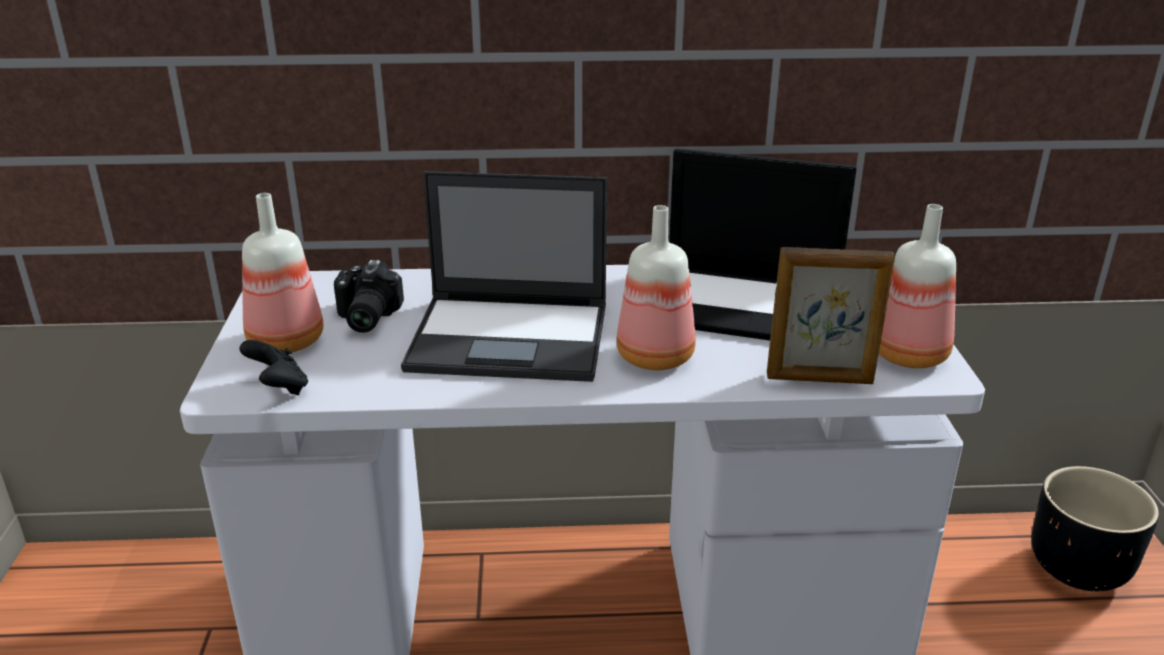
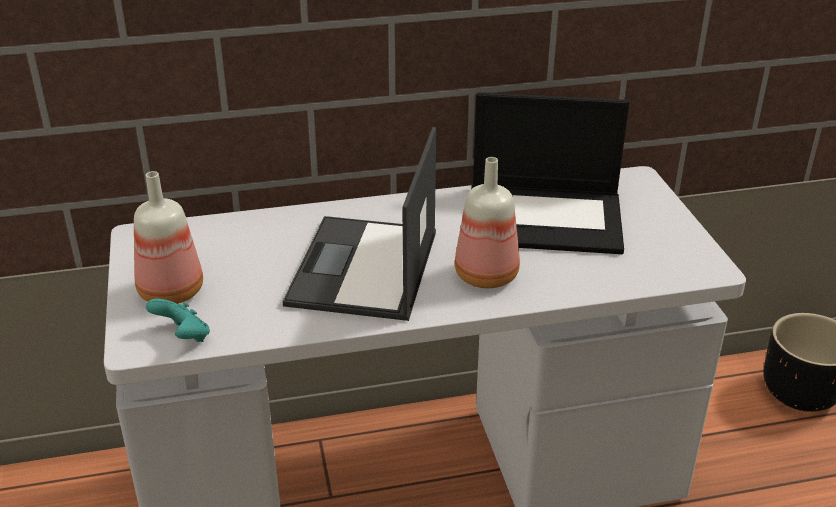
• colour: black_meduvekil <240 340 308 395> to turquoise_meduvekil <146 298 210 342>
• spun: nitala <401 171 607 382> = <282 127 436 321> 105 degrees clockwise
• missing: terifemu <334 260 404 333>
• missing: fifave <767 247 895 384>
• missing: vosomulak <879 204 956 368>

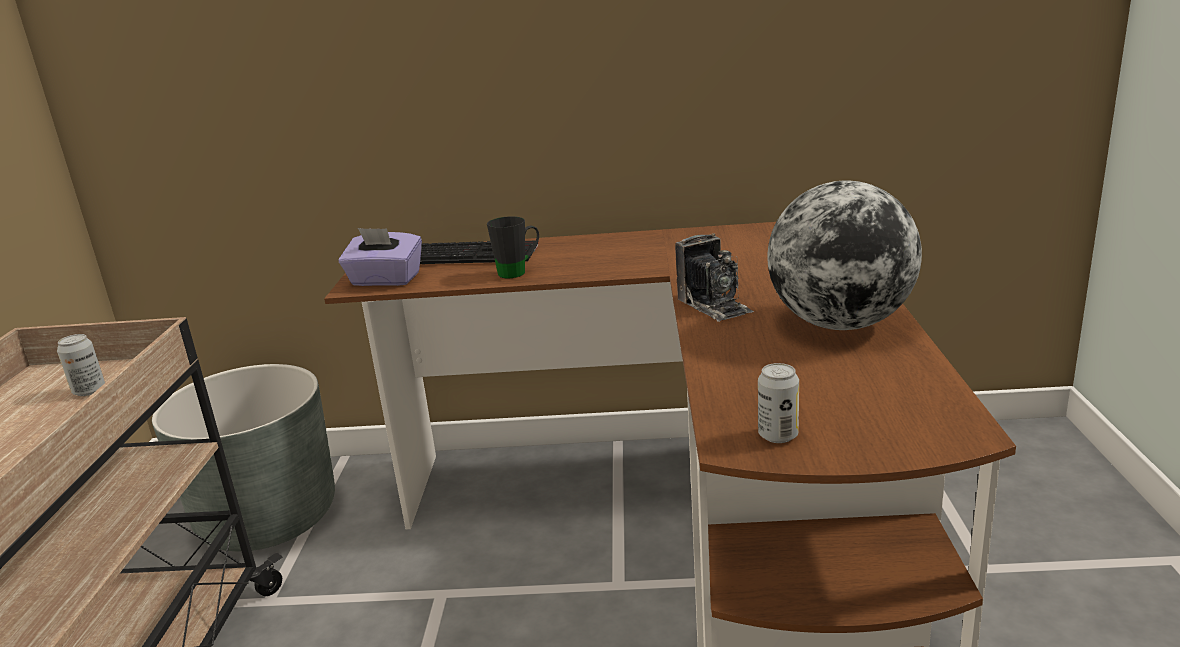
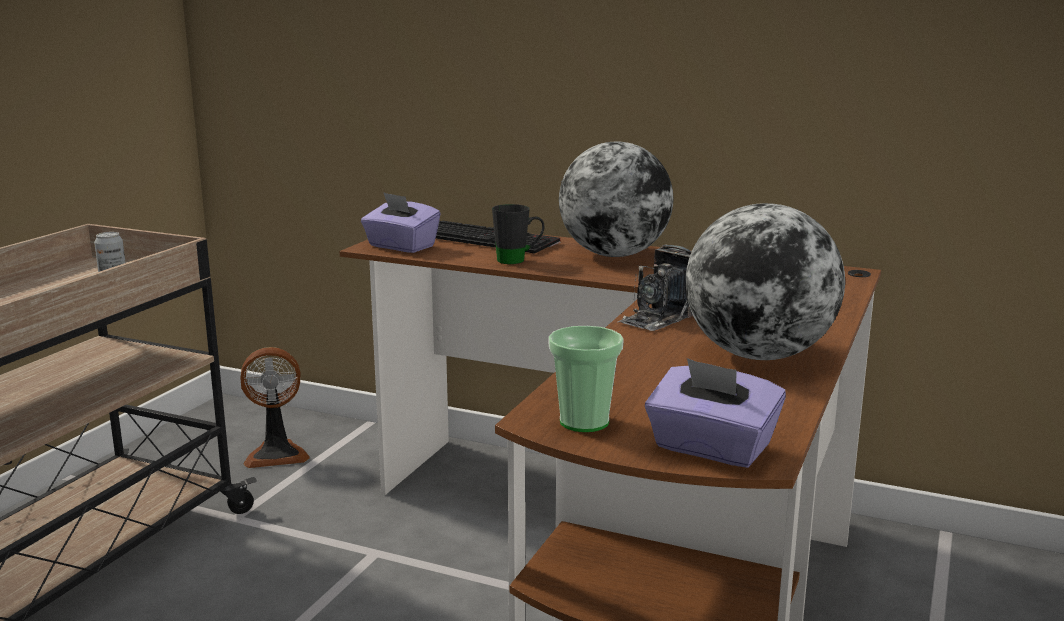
• exchanged: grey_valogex <152 364 335 551> to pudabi <240 347 310 468>
• exchanged: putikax <758 363 799 443> to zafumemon <548 326 624 432>
• appeared: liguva <559 142 673 257>
• spun: terifemu <675 233 754 322> = <618 244 693 331> 45 degrees clockwise
• appeared: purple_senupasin <645 358 786 468>

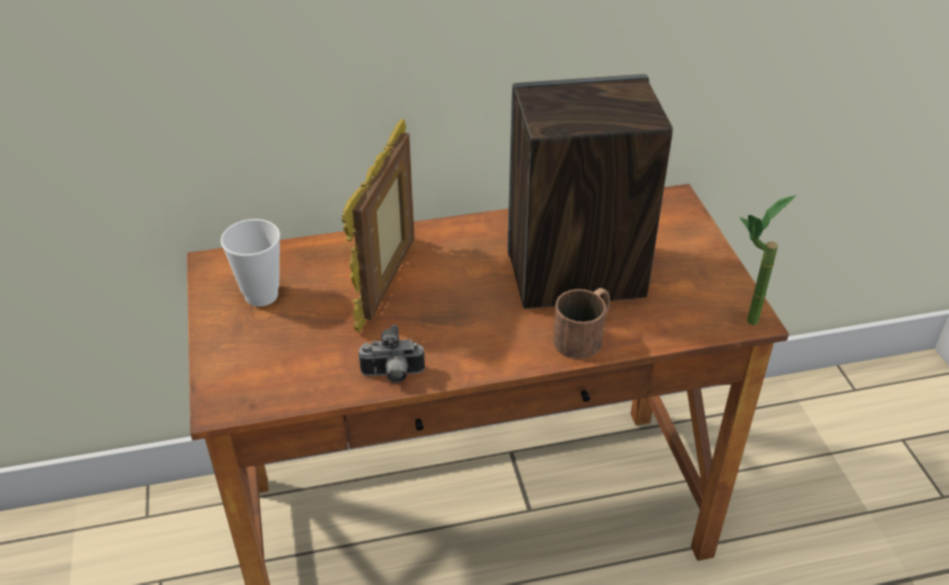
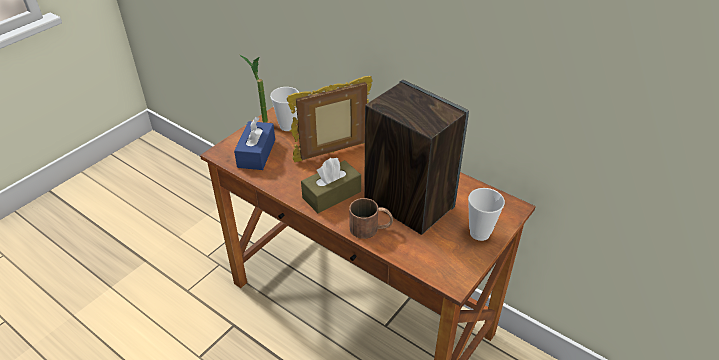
• appeared: blue_senupasin <234 117 275 170>
• relocated: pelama <740 195 796 325> to <240 55 268 123>
• appeared: brown_senupasin <301 158 361 213>
• appeared: zafumemon <468 188 505 241>
• missing: terifemu <358 325 425 383>

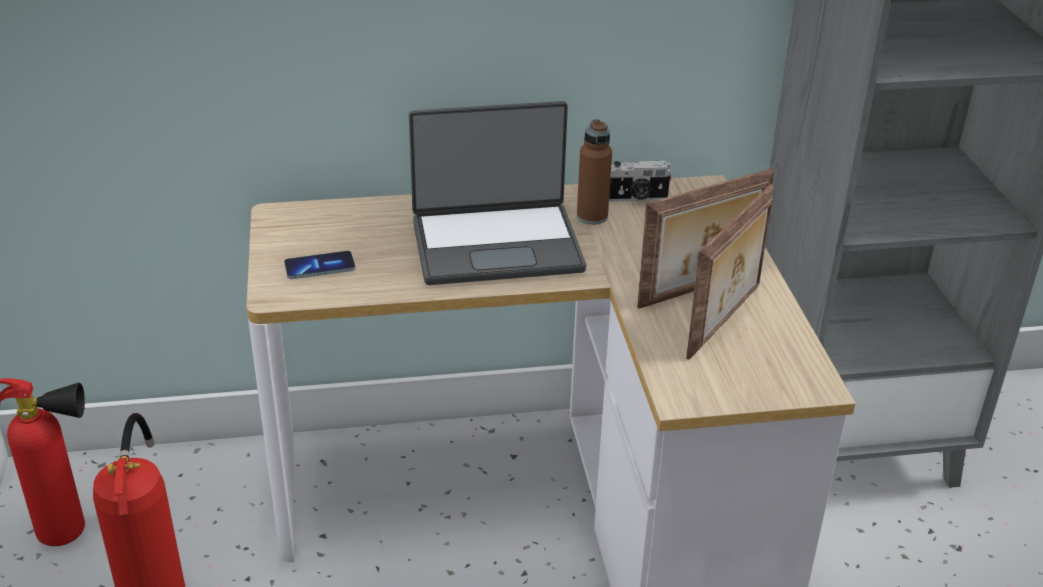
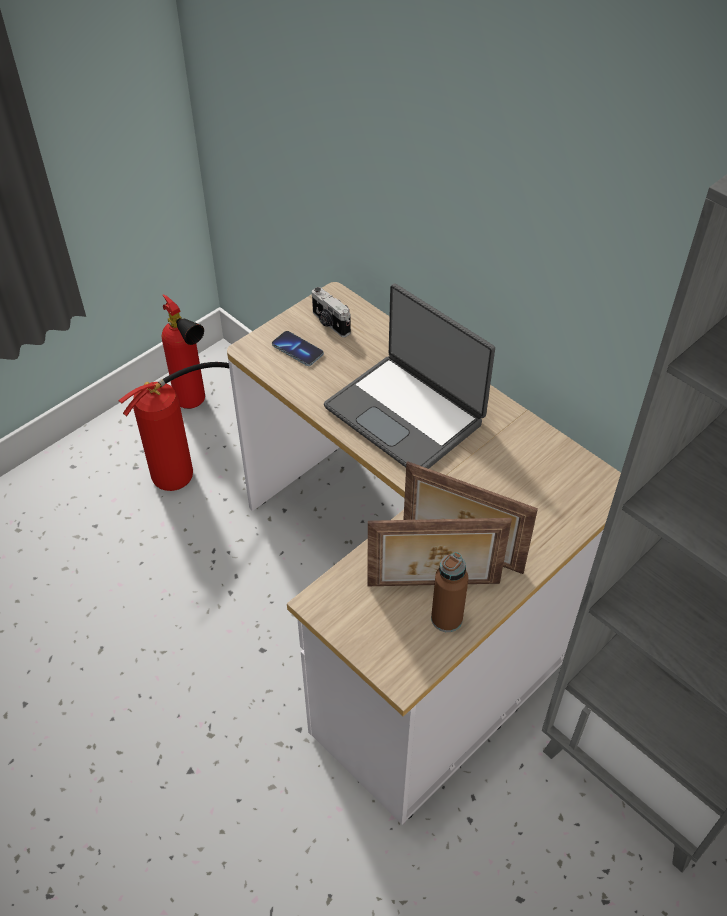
• relocated: terifemu <609 161 672 202> to <312 287 351 337>
• relocated: brown_vosomulak <577 119 612 225> to <431 552 469 632>

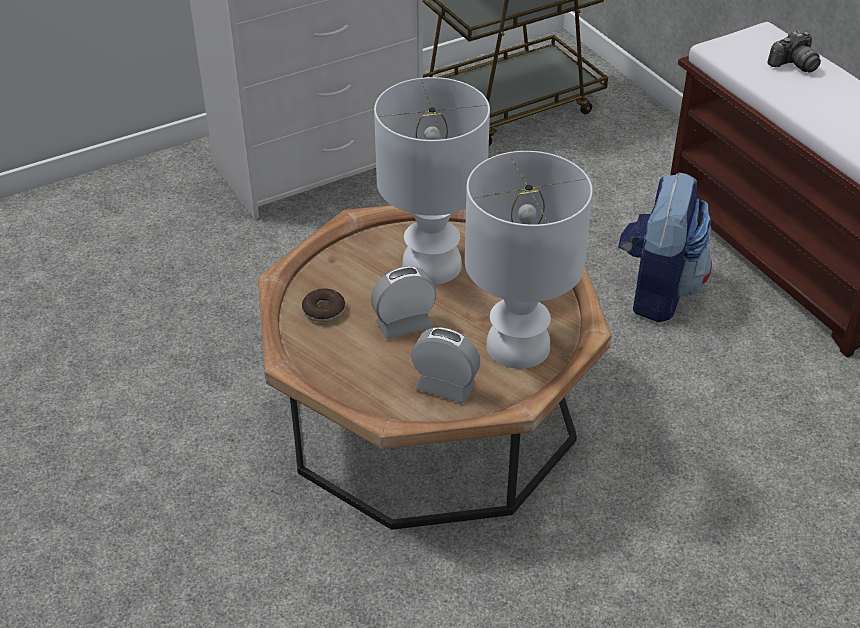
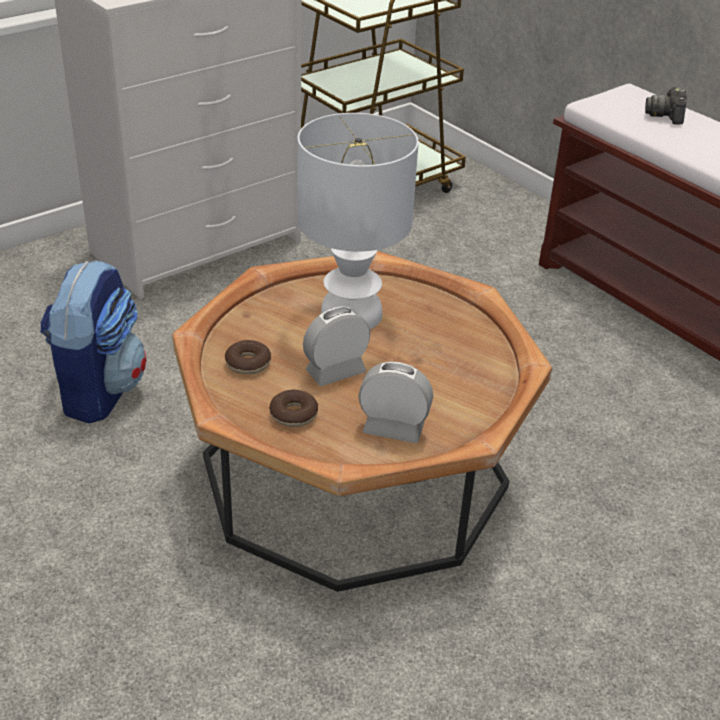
• relocated: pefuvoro <618 172 712 323> to <40 260 147 424>
• appeared: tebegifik <269 389 318 427>
• spun: terifemu <767 30 821 73> = <645 87 687 124> 135 degrees clockwise
• missing: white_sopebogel <465 151 593 369>

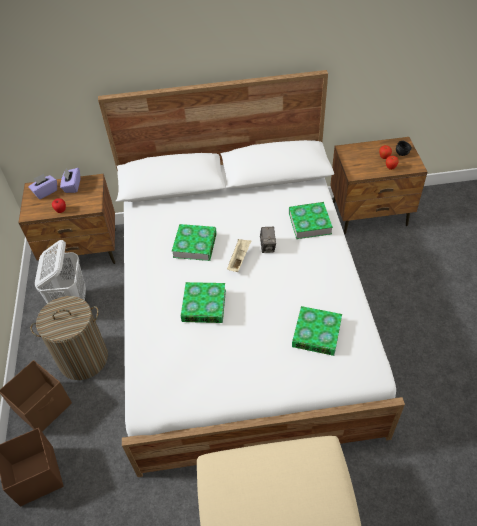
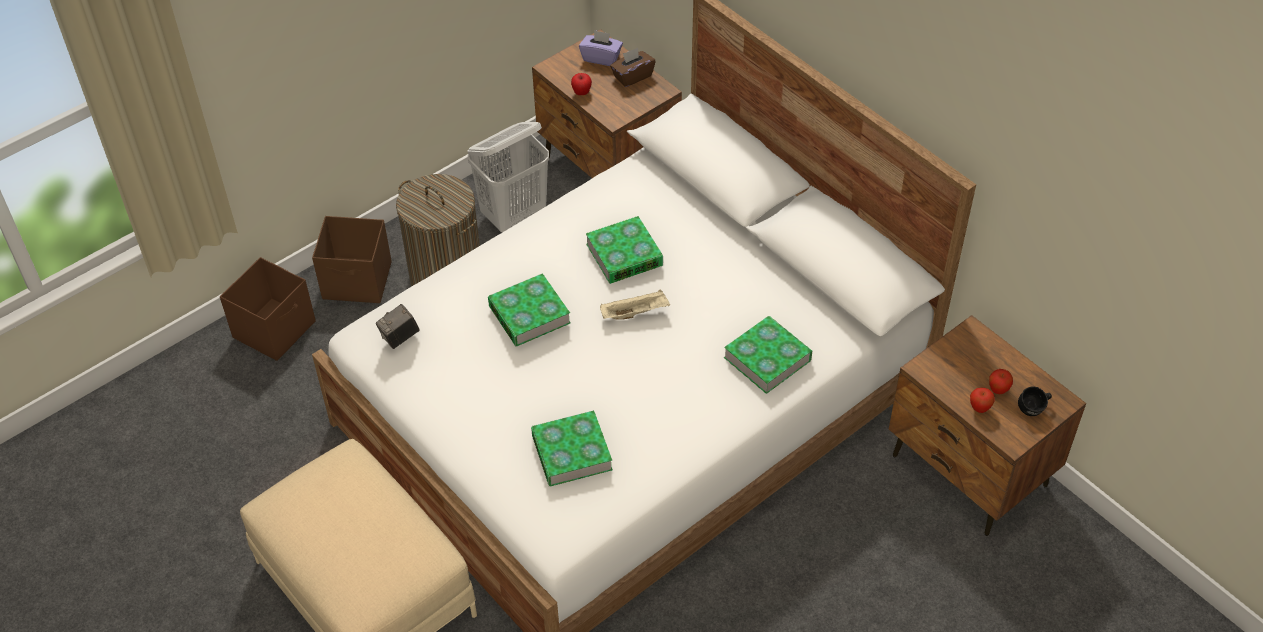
• relocated: terifemu <260 227 276 253> to <376 304 420 349>
• colour: purple_senupasin <60 168 81 193> to brown_senupasin <610 48 656 87>

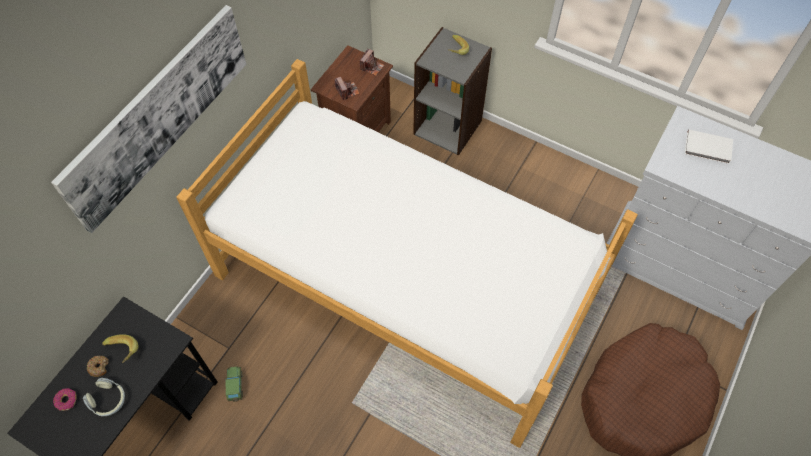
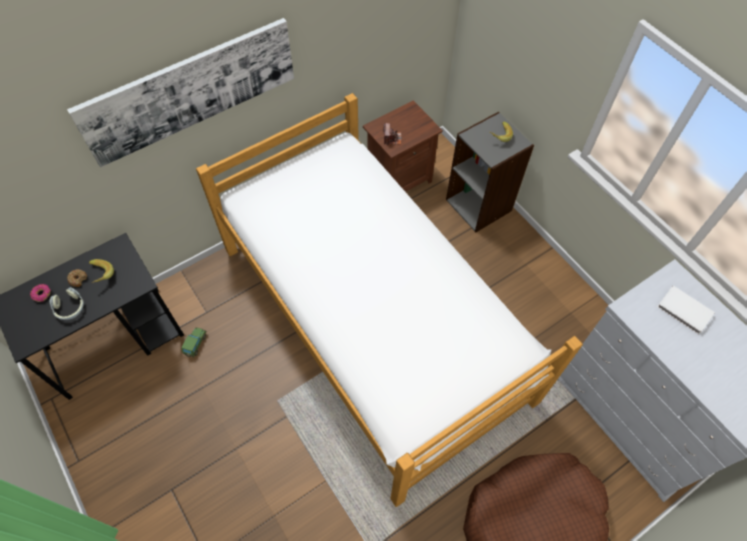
• missing: terifemu <360 49 384 76>

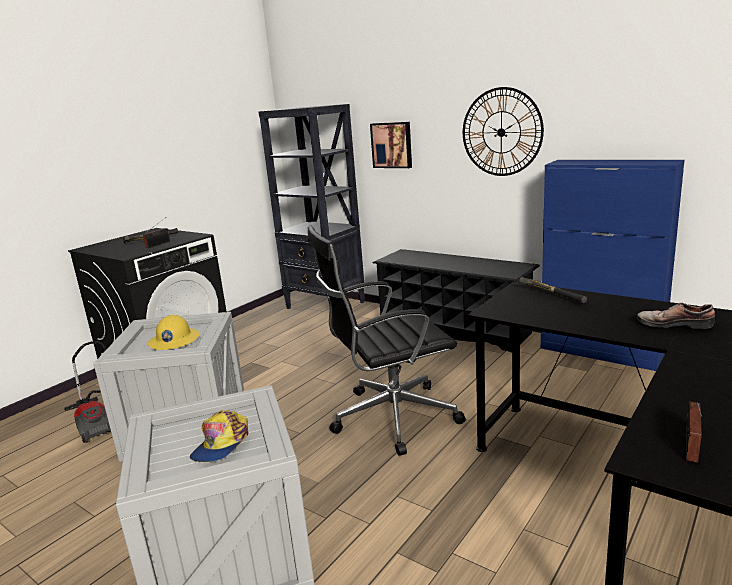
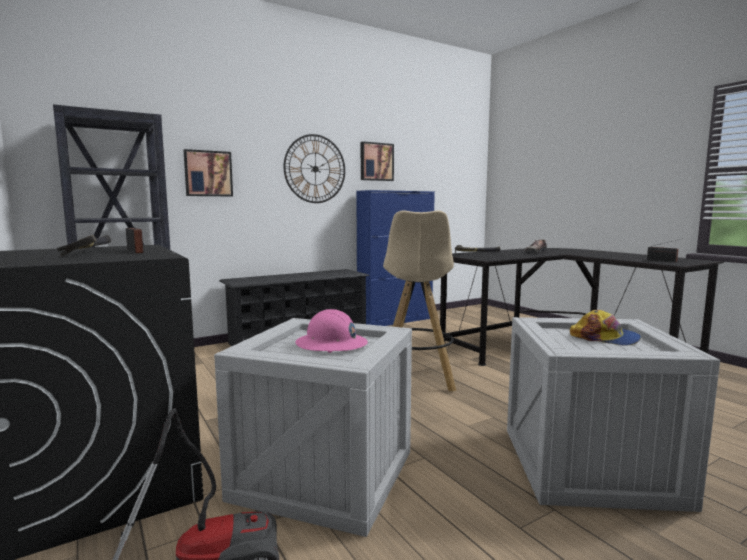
• colour: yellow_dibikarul <148 315 199 350> to pink_dibikarul <295 309 368 353>
• appeared: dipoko <361 142 394 181>
• exchanged: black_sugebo <308 226 466 456> to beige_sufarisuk <383 211 456 392>

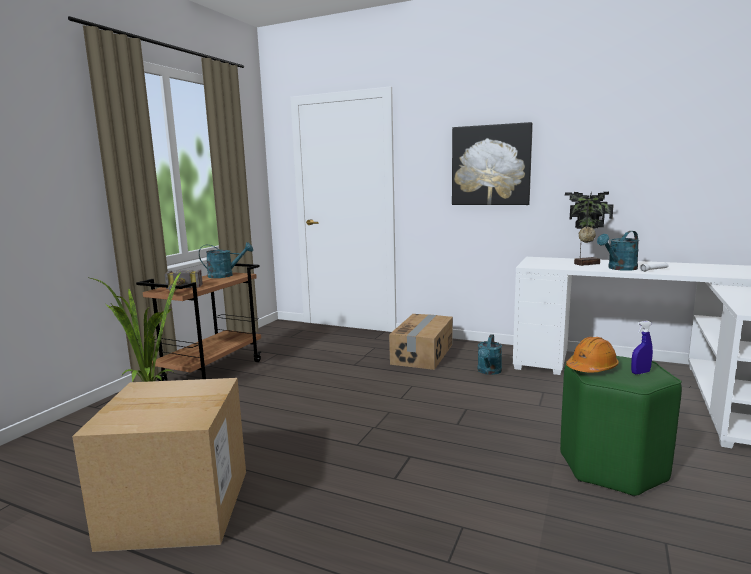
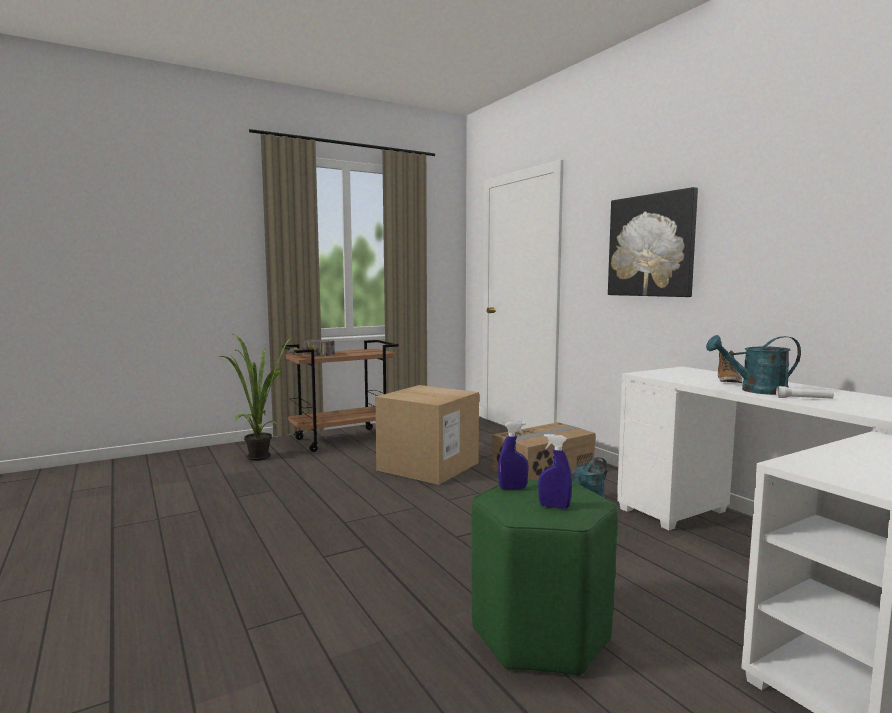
• relocated: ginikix <72 378 246 552> to <375 385 479 485>
• exchanged: orange_dibikarul <566 337 619 373> to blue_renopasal <498 422 529 489>
• exchanged: pelama <565 192 614 266> to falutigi <718 350 742 383>
• missing: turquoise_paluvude <199 242 253 278>

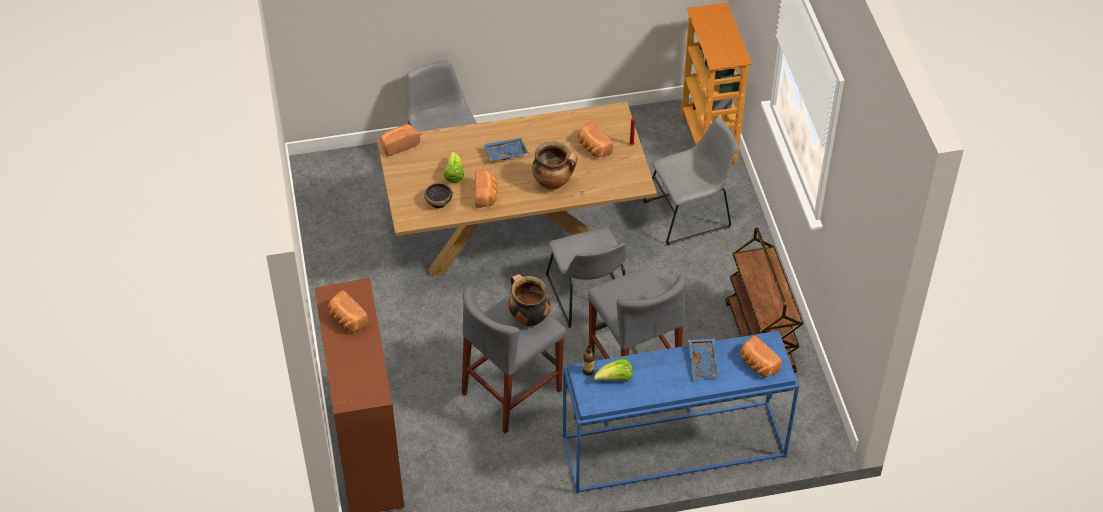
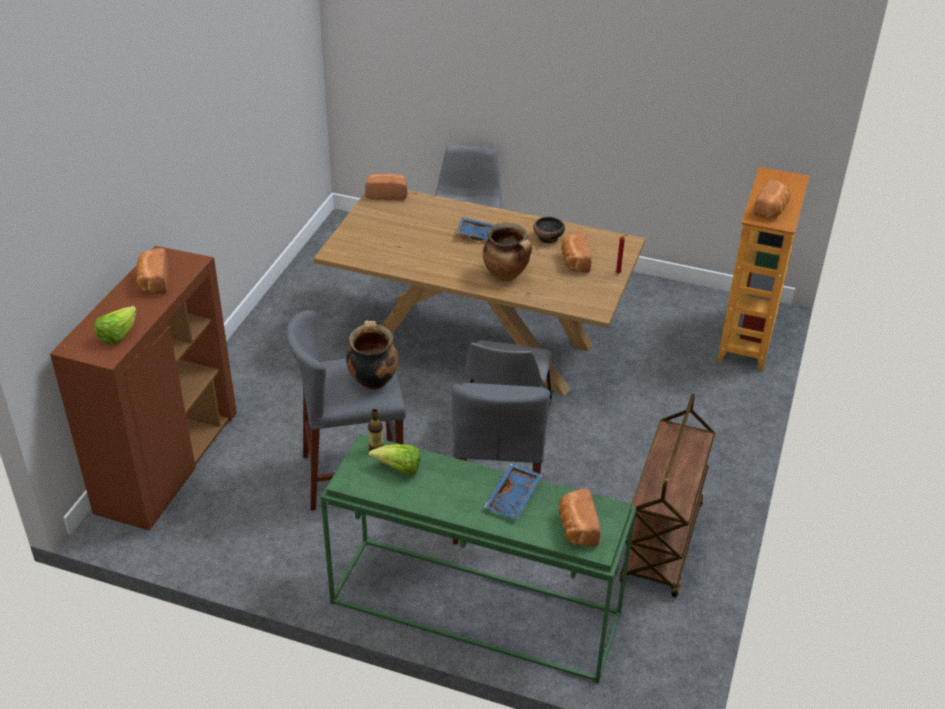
• relocated: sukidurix <443 151 465 183> to <94 306 136 345>
• colour: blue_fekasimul <563 331 799 493> to green_fekasimul <321 434 637 683>
• relocated: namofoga <424 183 452 209> to <533 217 565 243>
• relocated: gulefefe <475 170 498 208> to <753 179 791 218>
• missing: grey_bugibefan <643 116 738 246>

